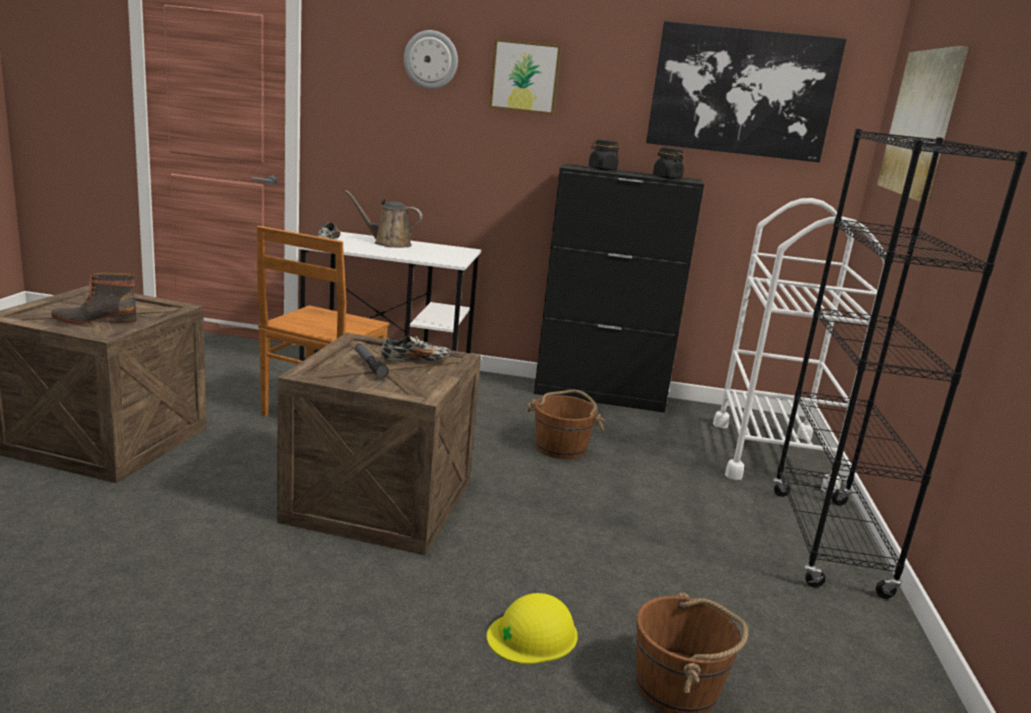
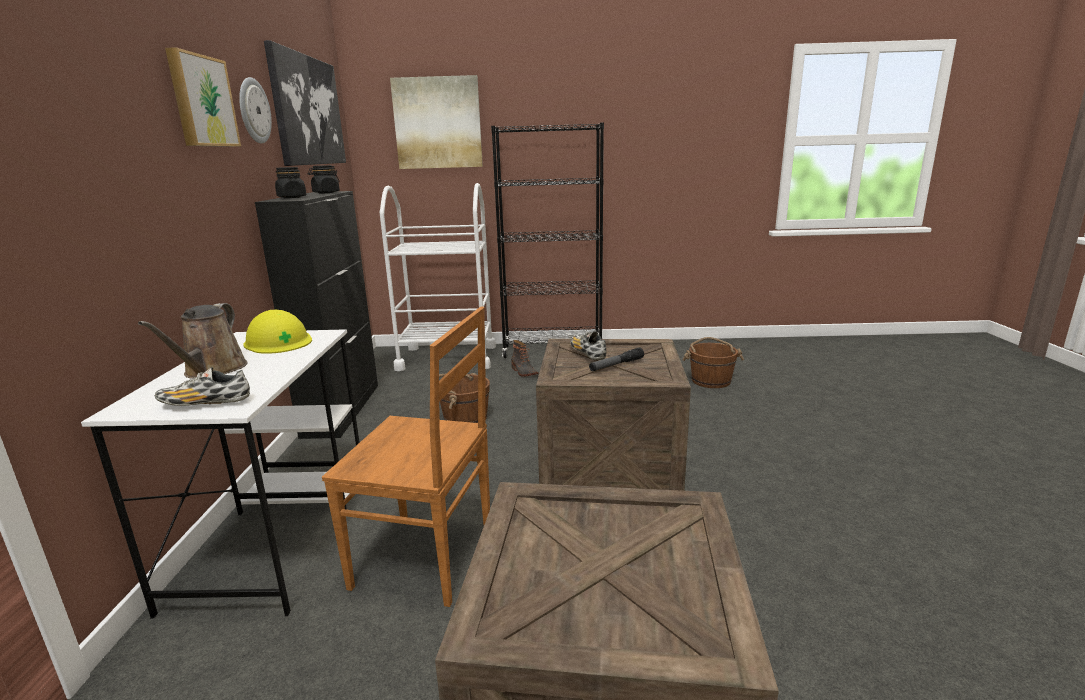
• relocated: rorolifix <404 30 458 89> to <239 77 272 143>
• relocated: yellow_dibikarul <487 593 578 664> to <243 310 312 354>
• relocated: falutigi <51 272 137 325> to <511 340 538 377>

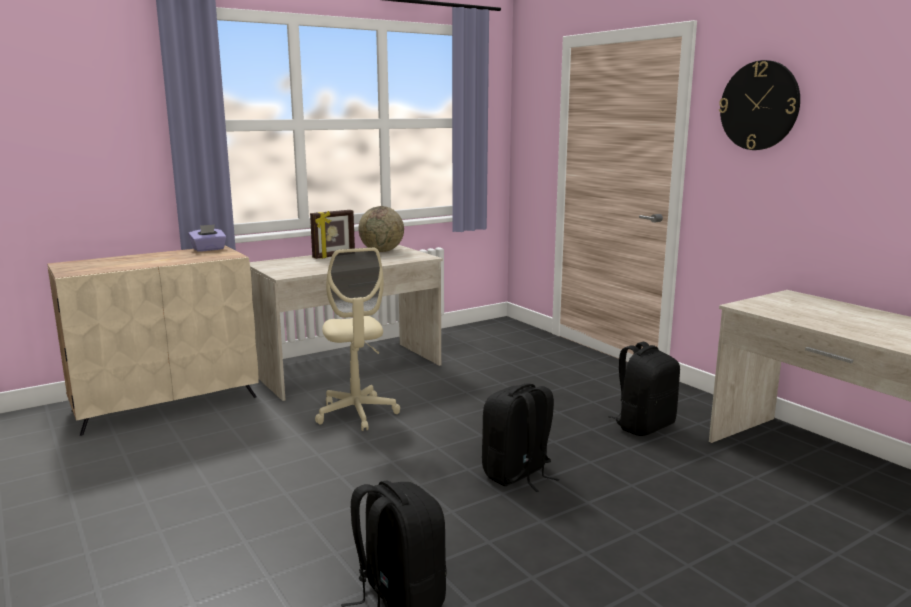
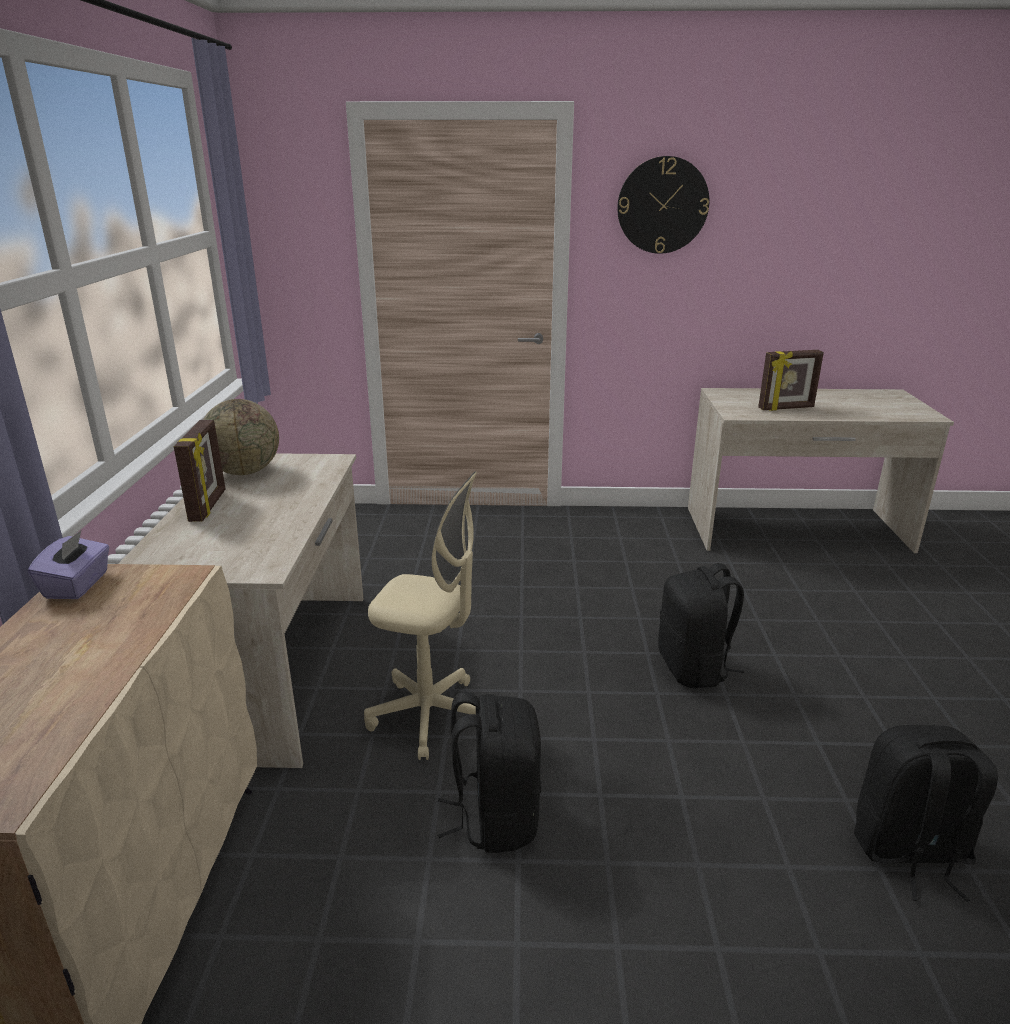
• relocated: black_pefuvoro <608 342 680 436> to <438 692 541 853>
• appeared: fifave <758 350 824 411>

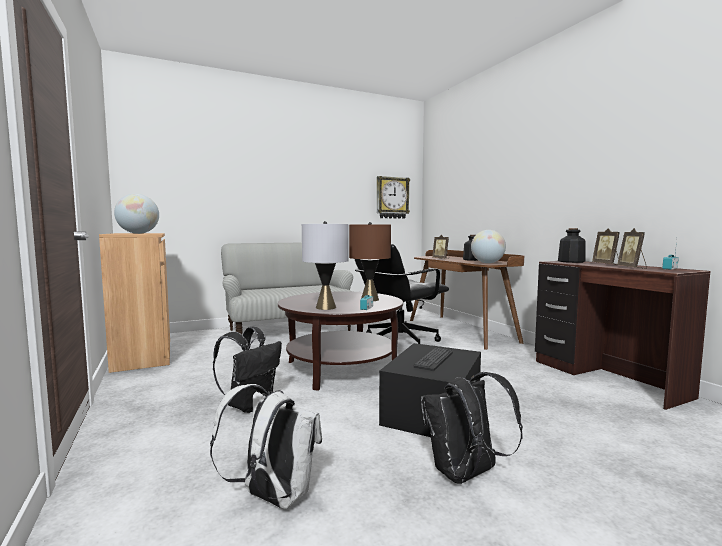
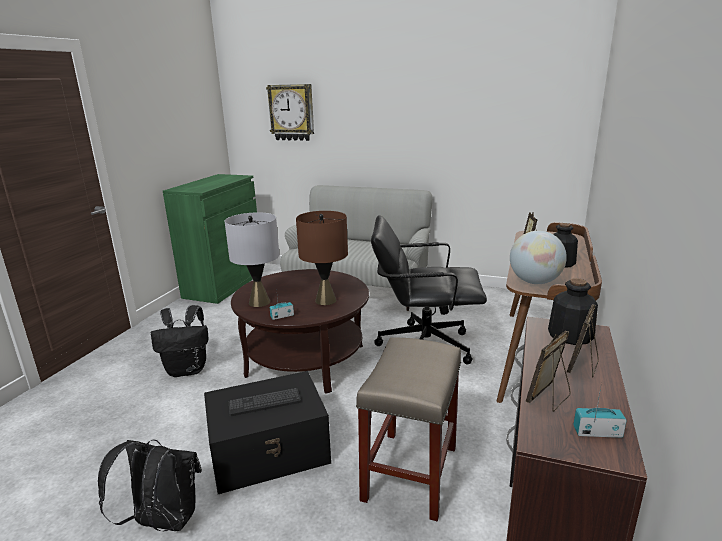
• colour: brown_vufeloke <99 233 170 373> to green_vufeloke <163 174 257 304>
• relocated: rorolifix <377 176 410 219> to <266 84 314 141>
• appeared: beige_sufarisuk <356 337 461 522>
• missing: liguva <114 194 159 234>
• missing: white_pefuvoro <210 384 322 509>

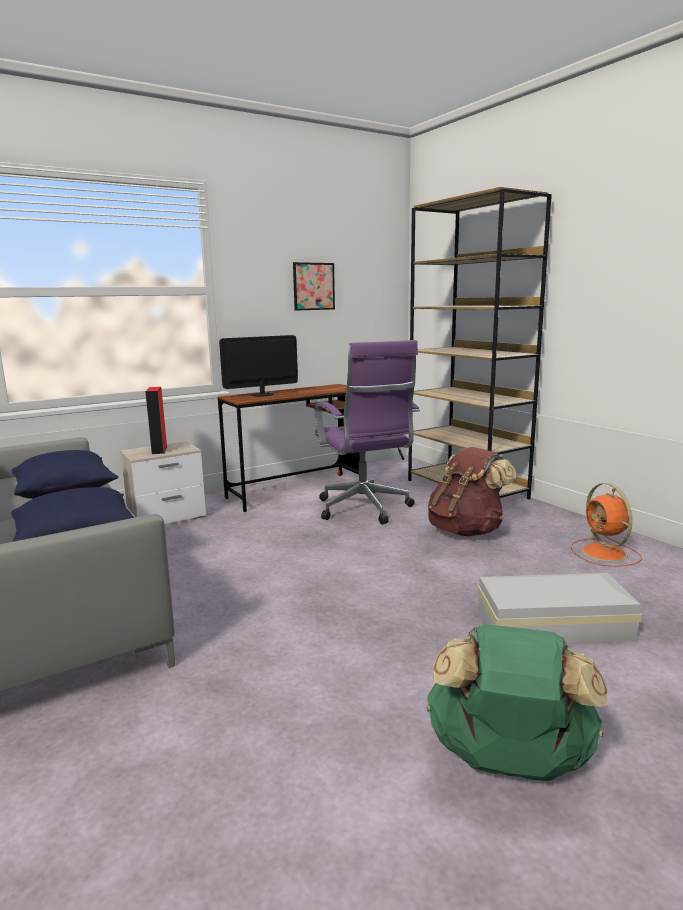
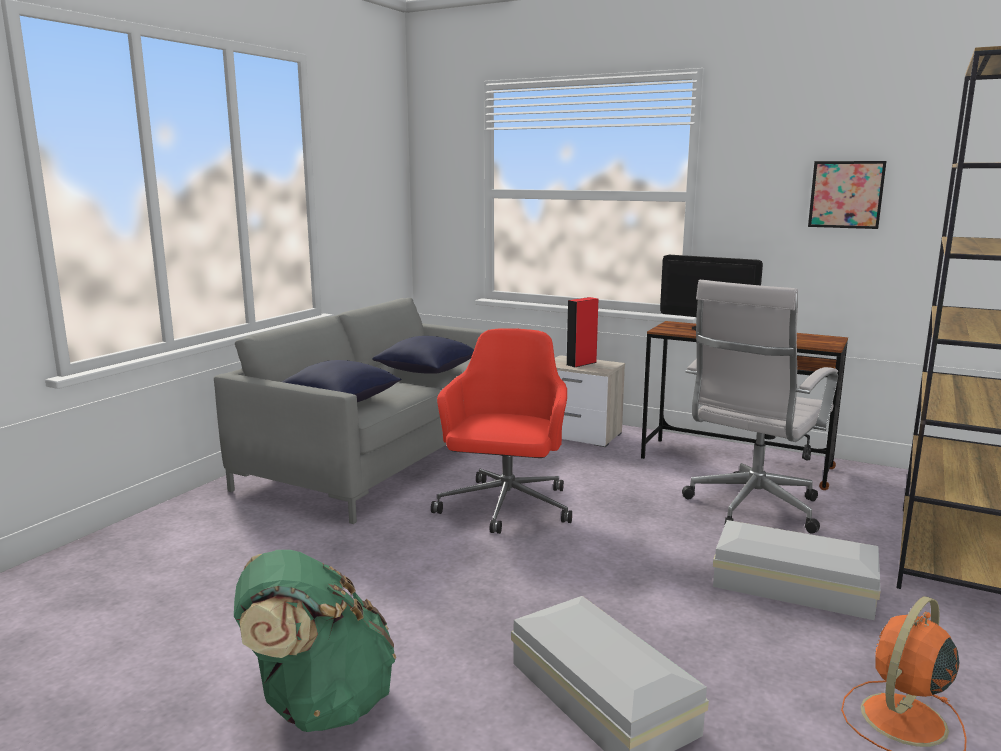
• appeared: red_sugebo <431 328 572 534>
• colour: purple_sugebo <315 340 420 525> to white_sugebo <682 280 838 534>
• exchanged: brown_pefuvoro <428 447 516 536> to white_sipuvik <713 520 881 620>

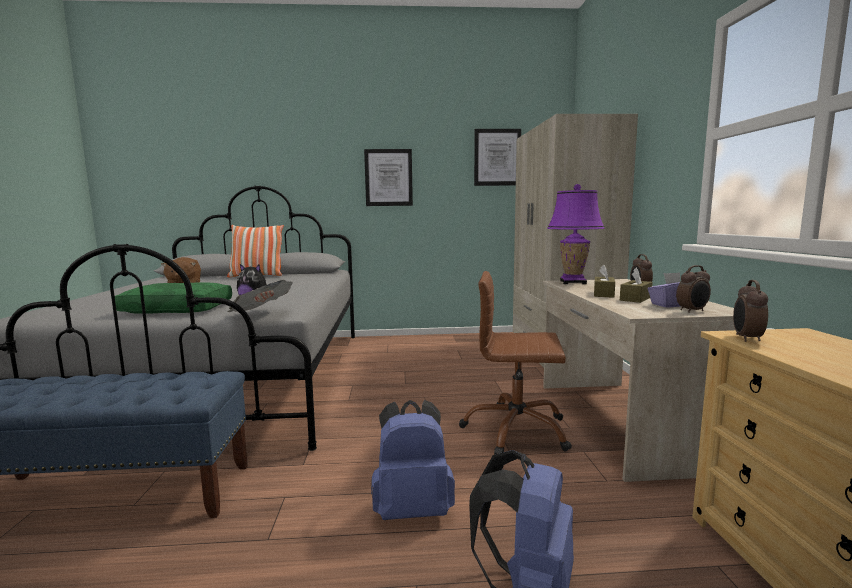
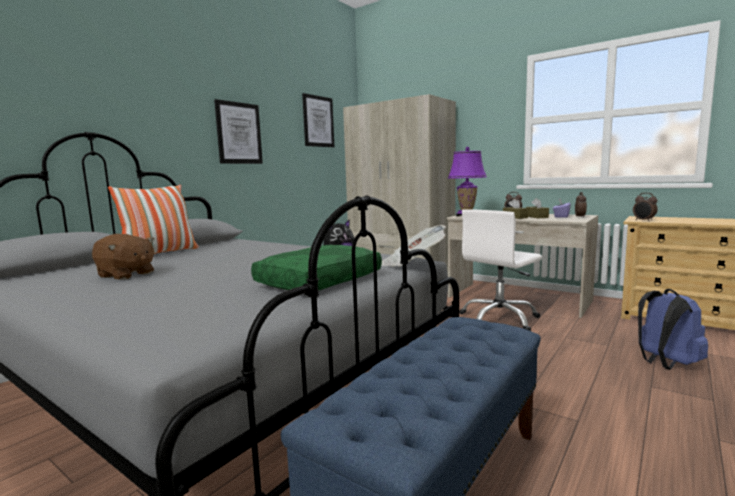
• colour: brown_sugebo <459 271 572 455> to white_sugebo <459 209 542 331>
• missing: blue_pefuvoro <371 400 455 520>

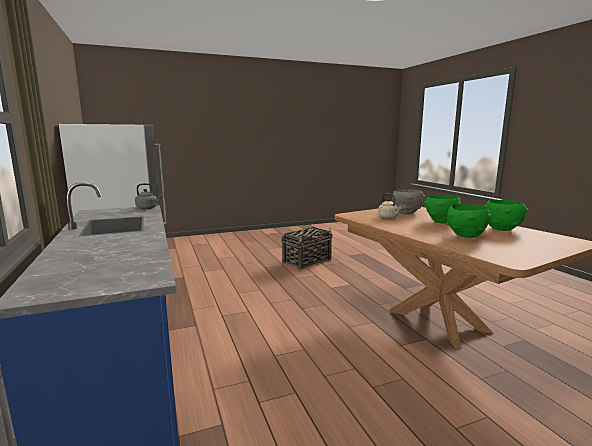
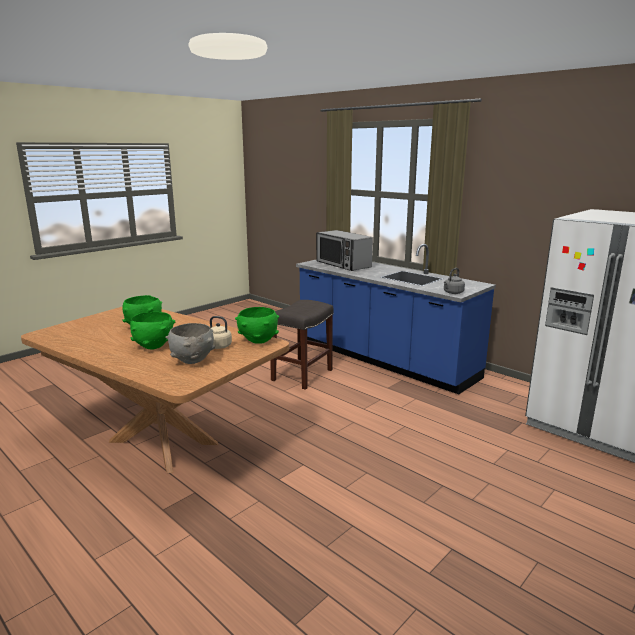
• relocated: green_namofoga <484 200 529 231> to <235 307 279 344>
• appeared: grey_sufarisuk <270 300 334 390>
• appeared: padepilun <316 230 373 271>
• missing: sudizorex <281 227 332 270>

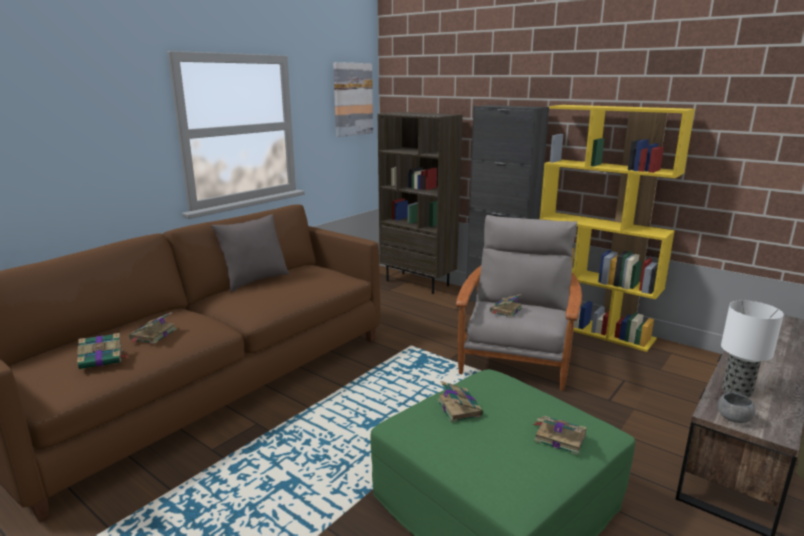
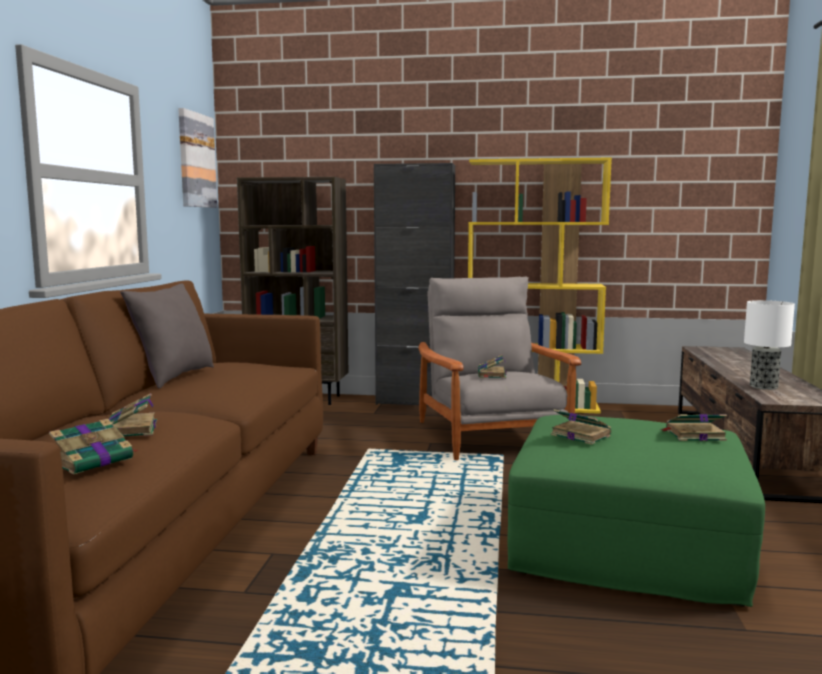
• missing: grey_namofoga <718 392 755 423>

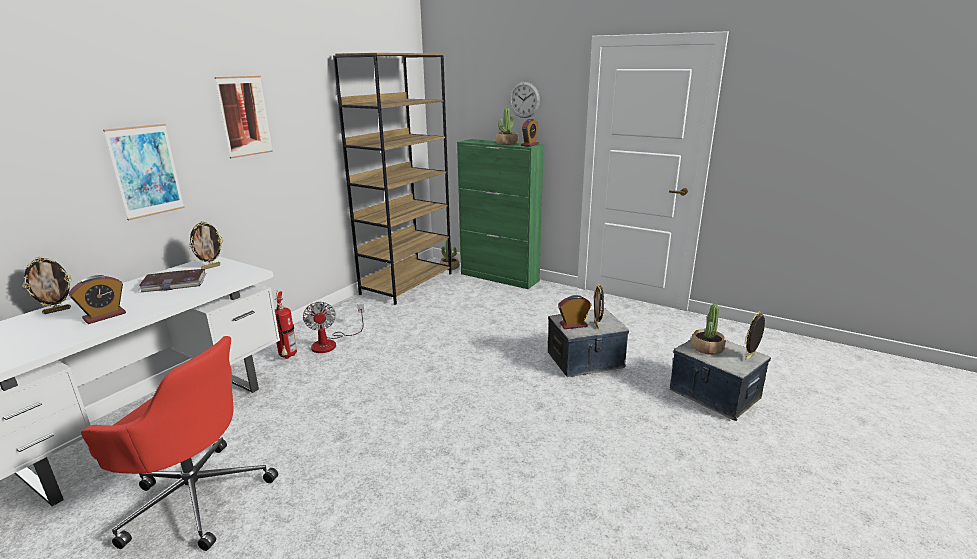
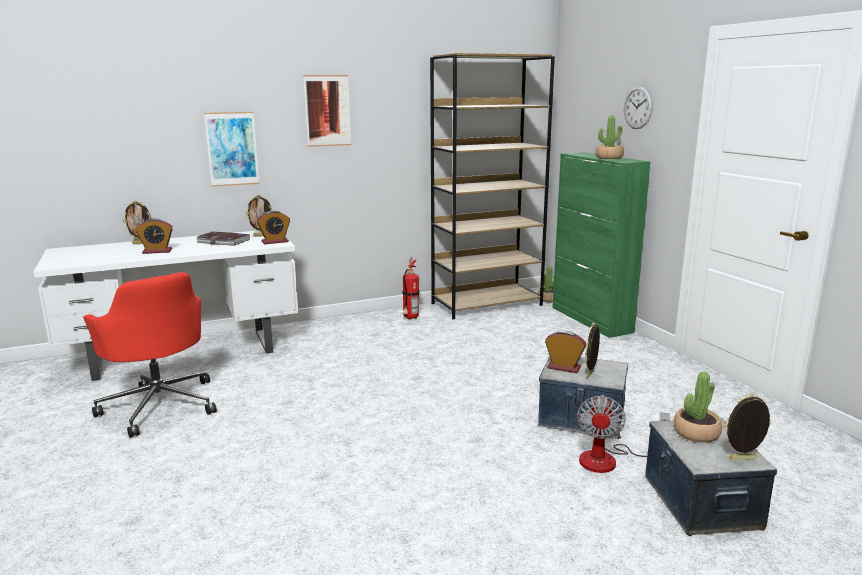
• relocated: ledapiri <521 119 539 147> to <257 210 290 244>
• relocated: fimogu <275 292 297 359> to <402 257 420 320>
• relocated: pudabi <303 302 364 353> to <577 395 670 473>

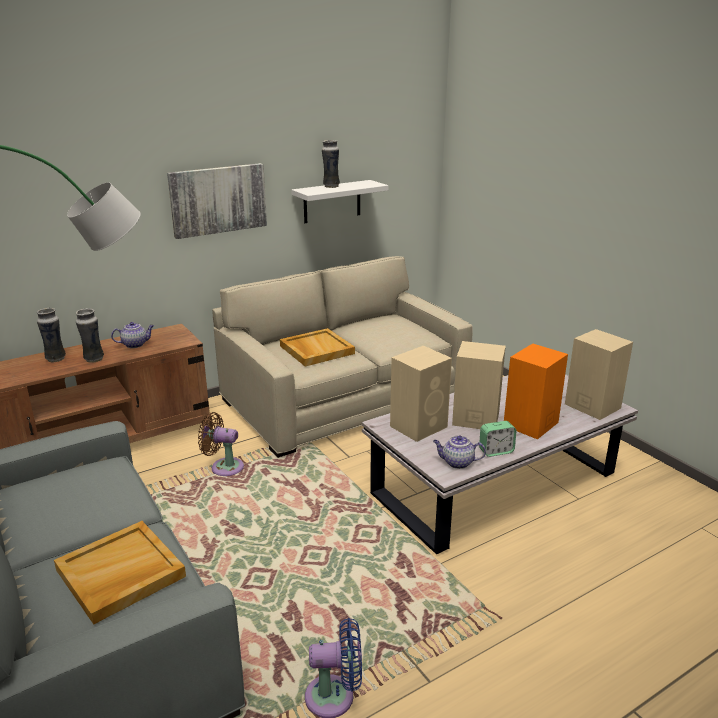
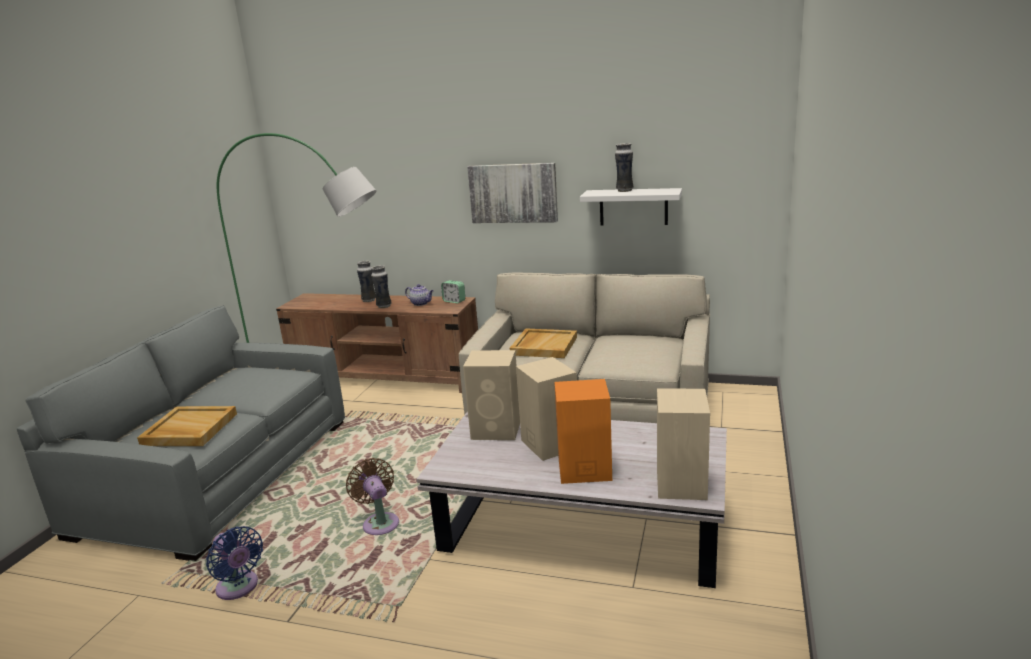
• relocated: brown_pudabi <198 412 244 476> to <346 458 399 535>
• relocated: ledapiri <479 421 516 457> to <441 280 465 303>
• missing: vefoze <433 435 486 469>

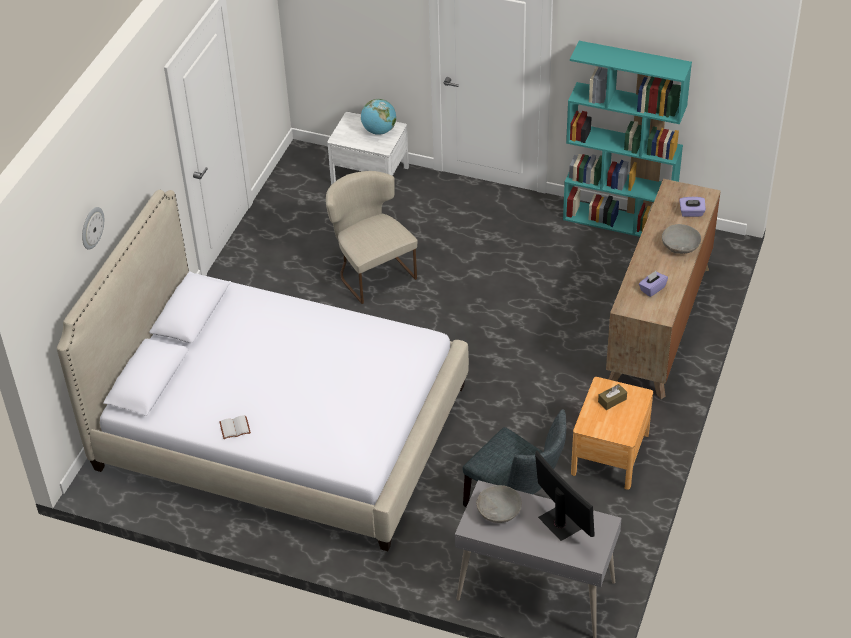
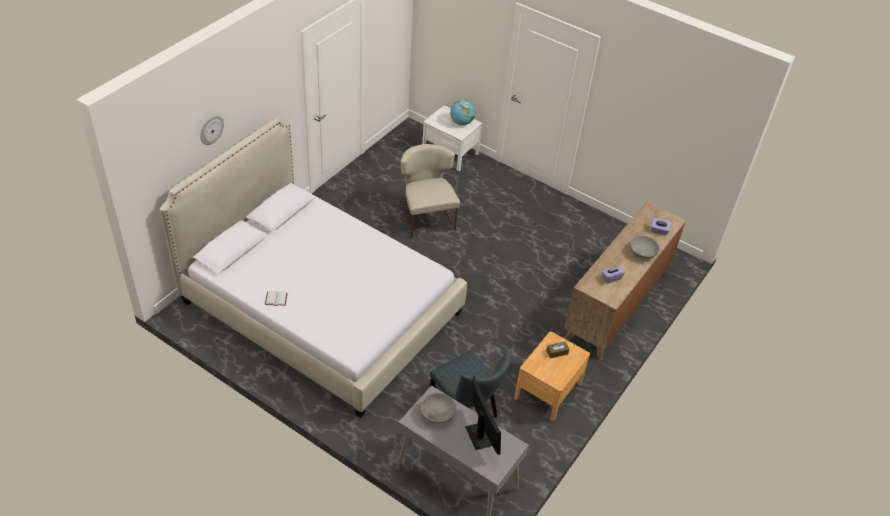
• missing: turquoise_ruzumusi <563 41 692 237>

